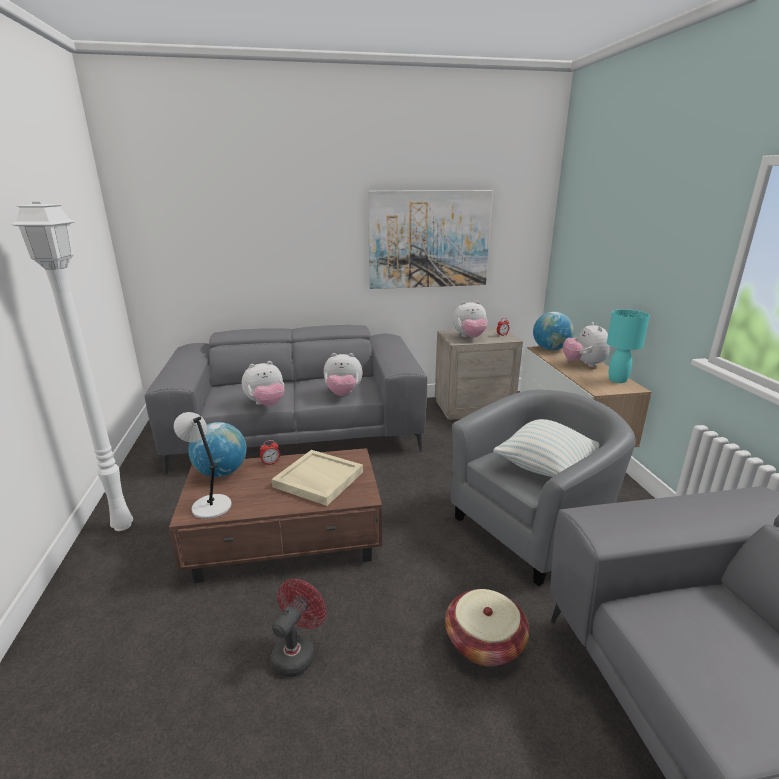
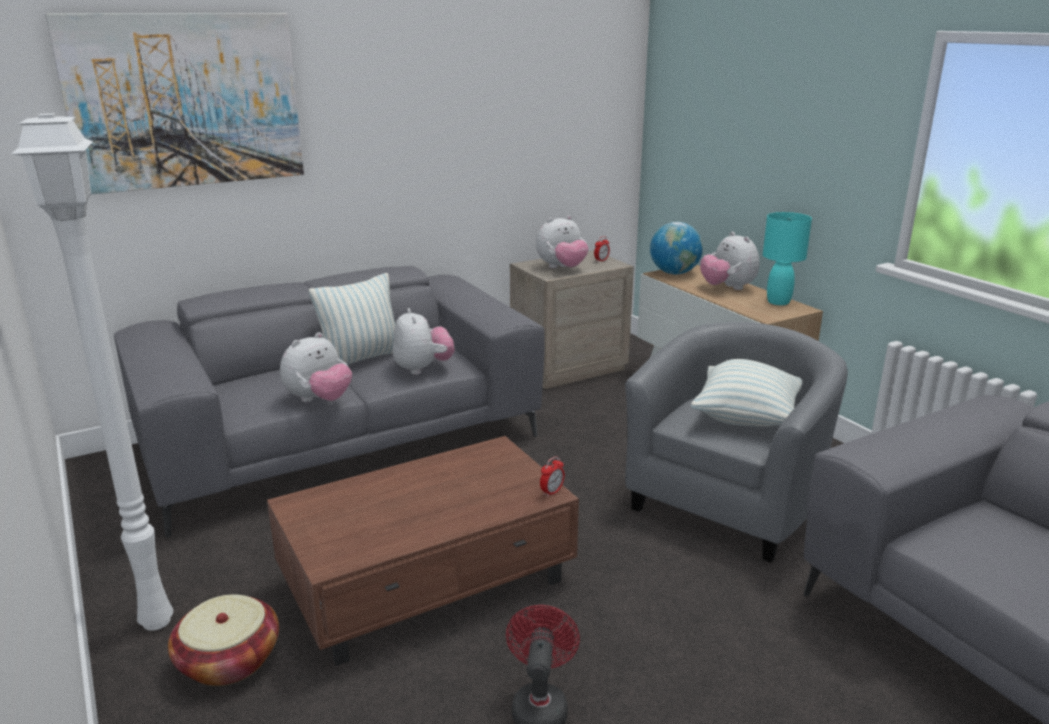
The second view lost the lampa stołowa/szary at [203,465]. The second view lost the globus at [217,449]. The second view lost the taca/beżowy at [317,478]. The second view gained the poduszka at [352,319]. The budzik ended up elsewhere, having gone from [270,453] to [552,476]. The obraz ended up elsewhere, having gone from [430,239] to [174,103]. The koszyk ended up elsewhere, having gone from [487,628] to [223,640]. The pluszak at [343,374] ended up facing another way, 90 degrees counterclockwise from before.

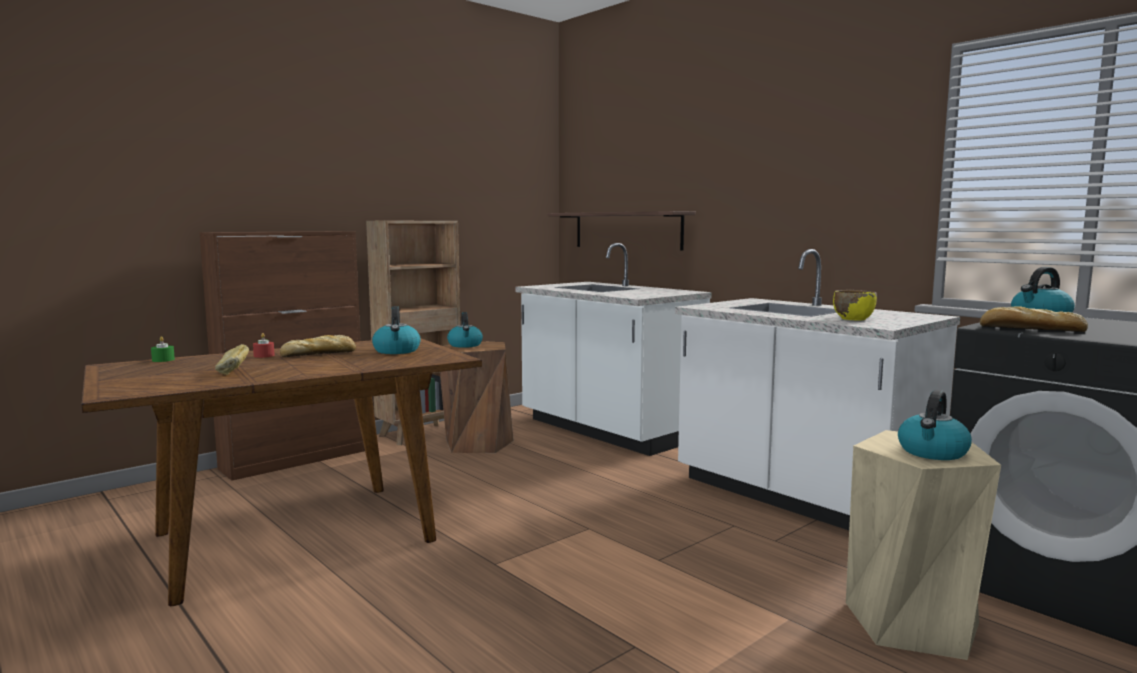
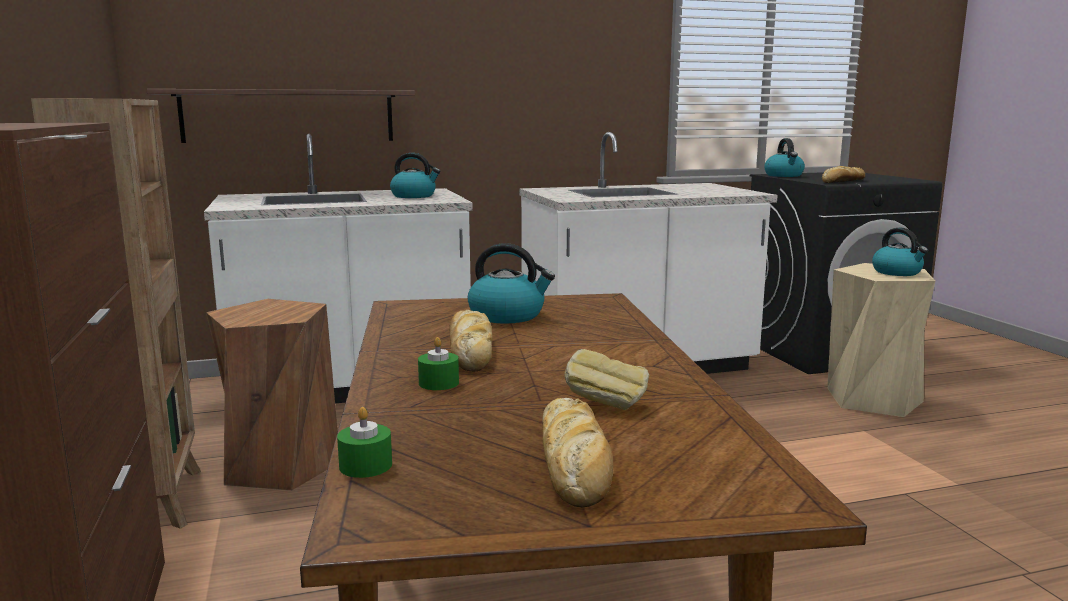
The second view lost the miska/żółty at [855,305]. The second view gained the chleb at [577,452]. The czajnik ended up elsewhere, having gone from [465,330] to [415,175]. What was the świeca/czerwony at [264,345] turned into the świeca/zielony at [438,363].

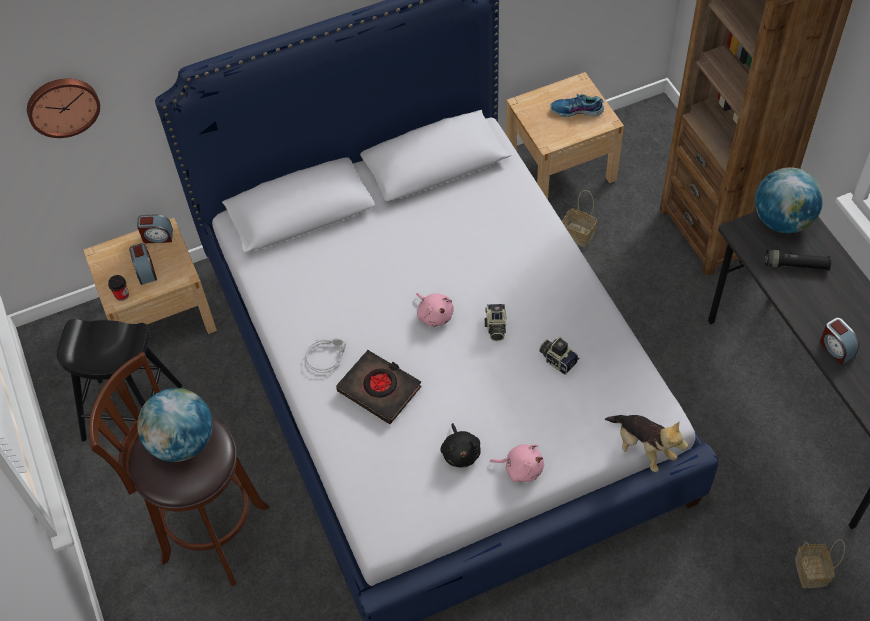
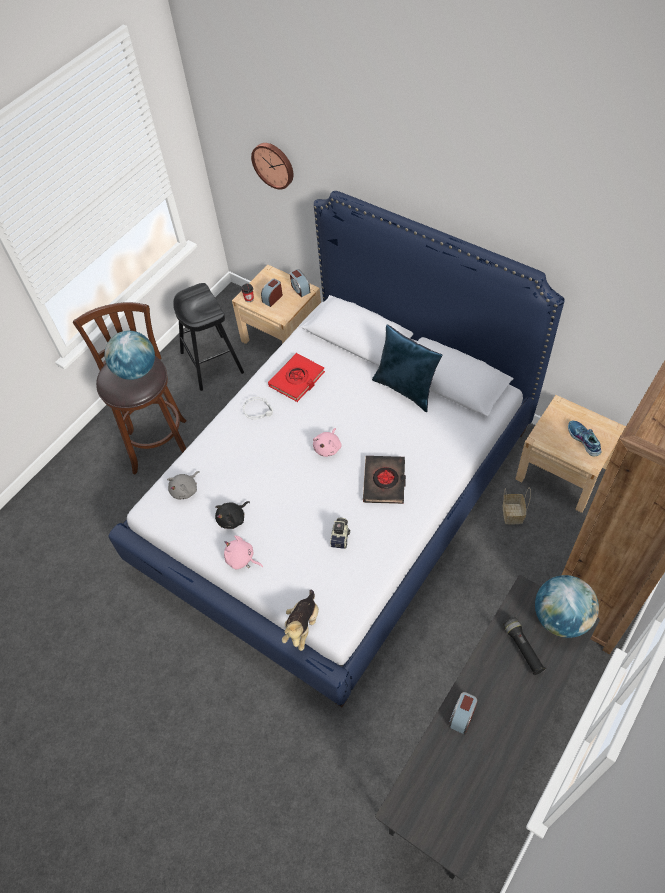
The second view lost the aparat fotograficzny at [496,322]. The second view lost the koszyk at [820,563]. The second view gained the pluszak/szary at [183,485]. The second view gained the książka/czerwony at [296,377]. The second view gained the poduszka/niebieski at [407,368]. The książka/czarny ended up elsewhere, having gone from [379,387] to [384,480]. The pluszak/różowy at [517,463] ended up facing another way, 135 degrees clockwise from before.

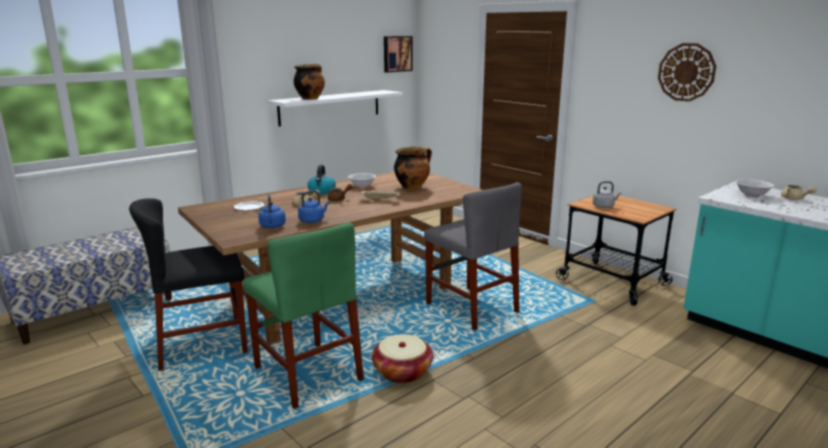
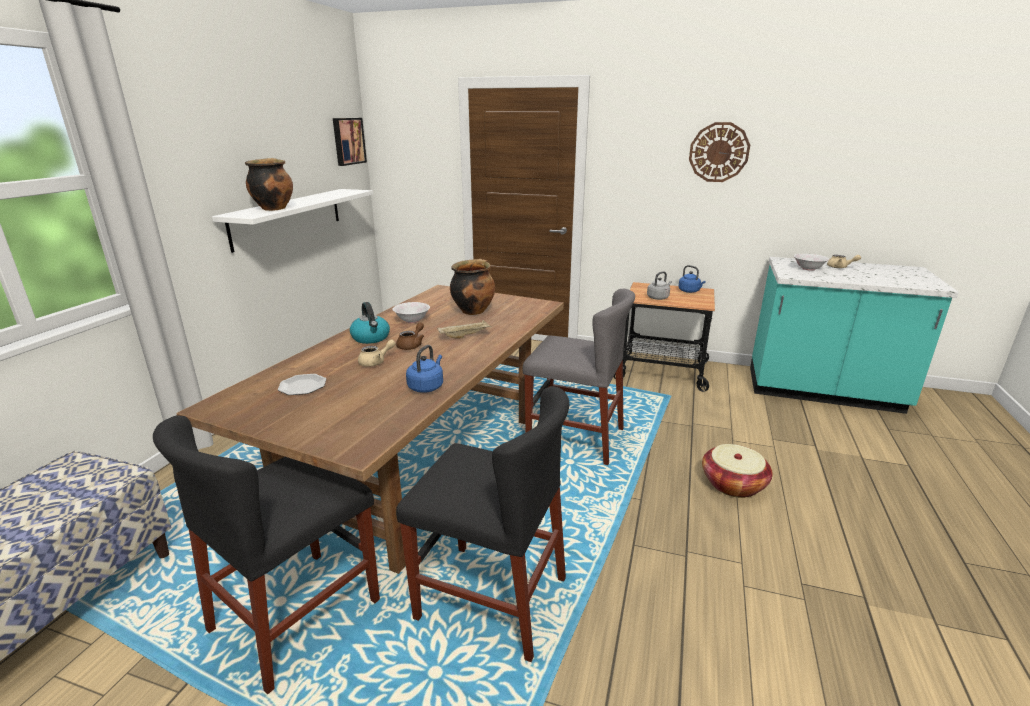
The czajnik/niebieski ended up elsewhere, having gone from [272,211] to [692,279]. The koszyk ended up elsewhere, having gone from [402,358] to [737,471]. What was the krzesło/zielony at [303,315] turned into the krzesło/czarny at [482,524].

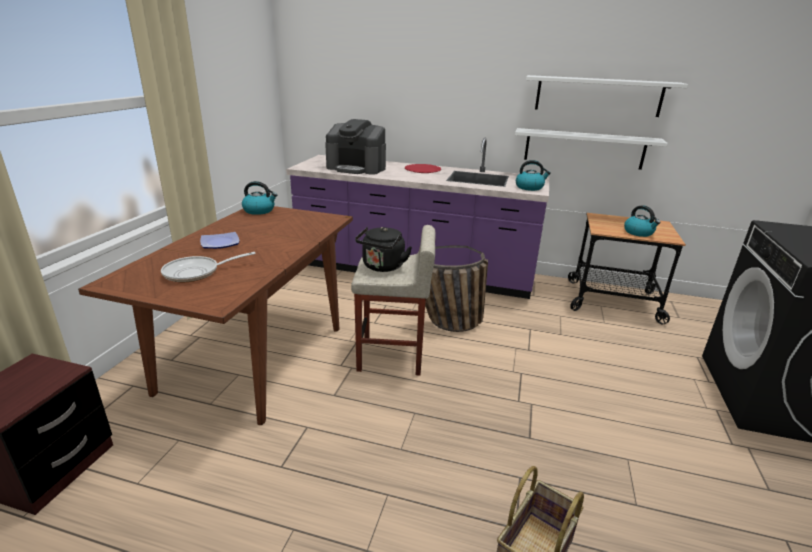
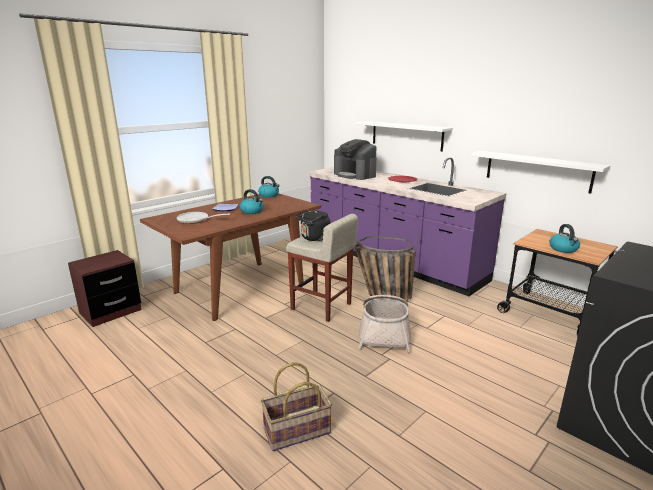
The second view gained the koszyk at [384,324]. The czajnik ended up elsewhere, having gone from [533,175] to [252,201]. The półka/biały ended up elsewhere, having gone from [607,96] to [405,136].

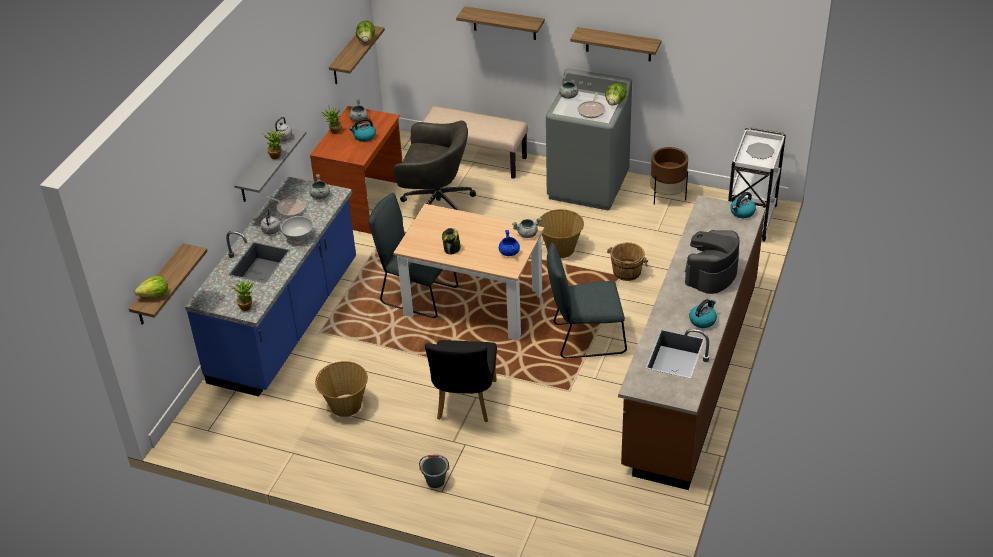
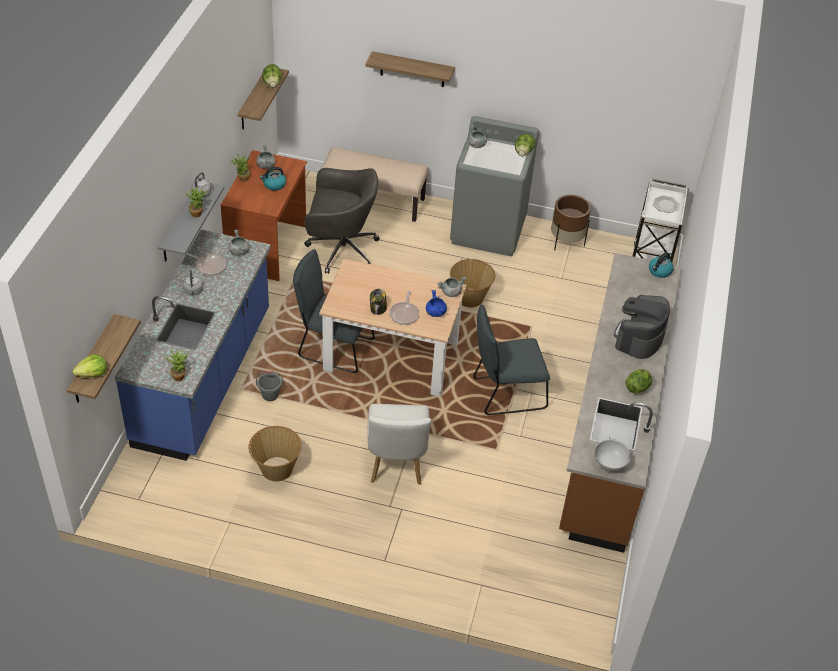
The second view lost the półka at [616,44]. The second view lost the wiadro/brązowy at [627,261]. The miska/biały ended up elsewhere, having gone from [297,229] to [612,455]. The wiadro/szary ended up elsewhere, having gone from [434,471] to [269,386]. The patelnia ended up elsewhere, having gone from [591,105] to [404,308]. Where the czajnik stood at [703,313], the sałata came to stand at [639,381]. What was the krzesło/czarny at [461,381] turned into the krzesło/biały at [399,444].

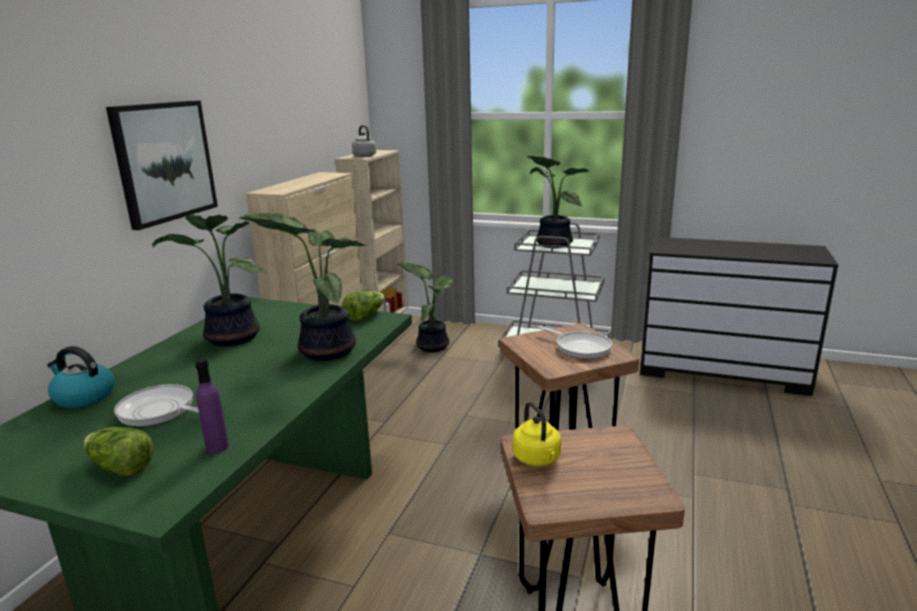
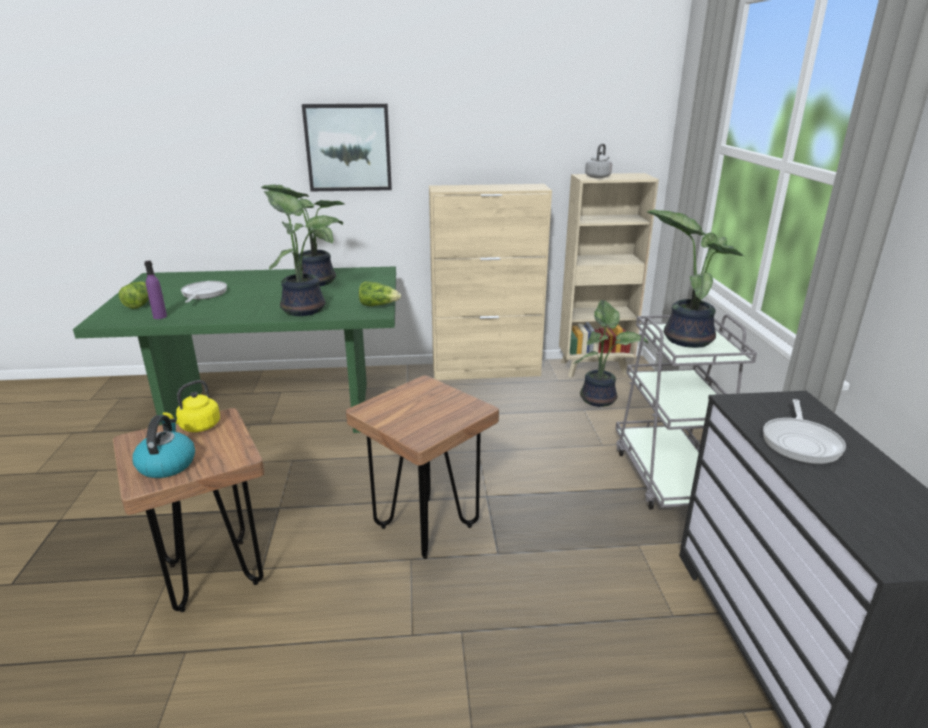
The czajnik ended up elsewhere, having gone from [81,377] to [163,446]. The patelnia ended up elsewhere, having gone from [575,342] to [804,431].

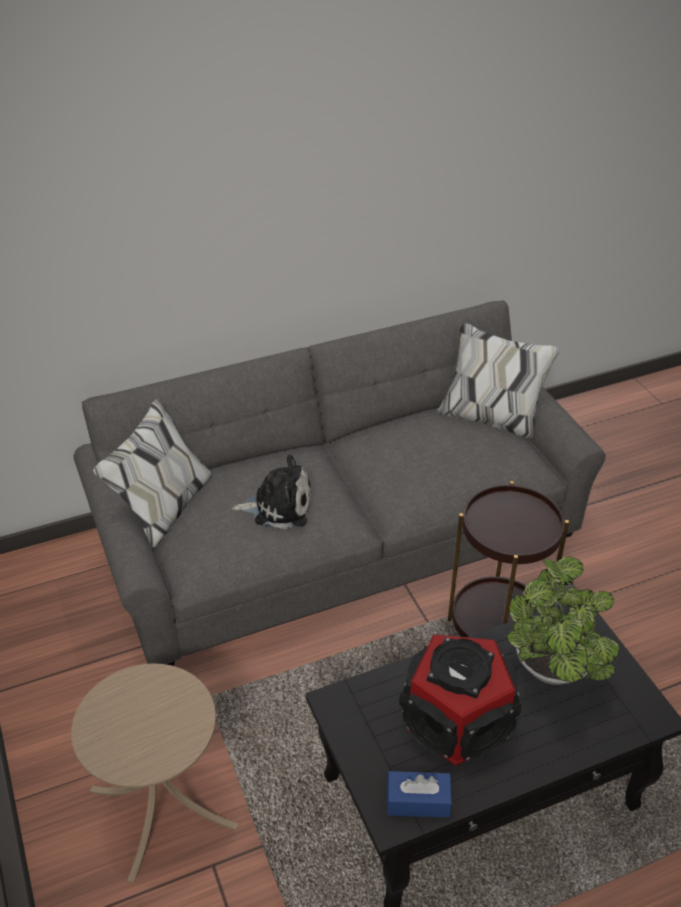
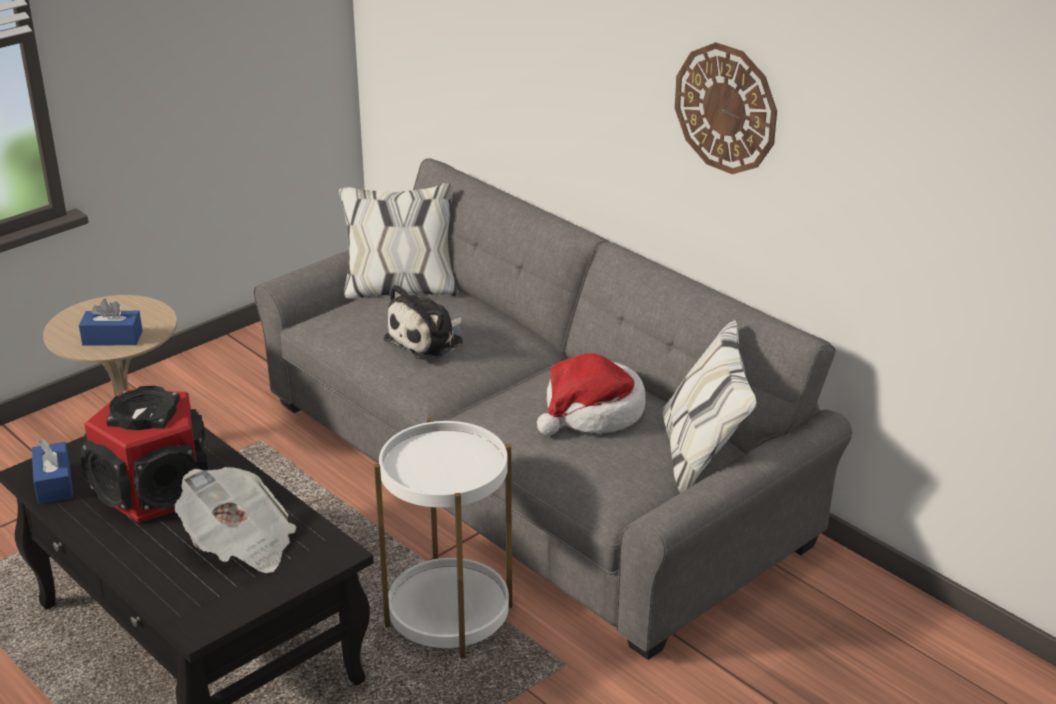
The second view gained the pudełko chusteczek/niebieski at [111,322]. The second view gained the kapelusz at [591,394]. The second view gained the zegar ścienny at [726,108]. Where the roślina doniczkowa stood at [563,620], the gazeta came to stand at [235,520]. What was the stolik/brązowy at [508,559] turned into the stolik/biały at [443,538]. The pluszak at [272,492] ended up facing another way, 60 degrees clockwise from before.

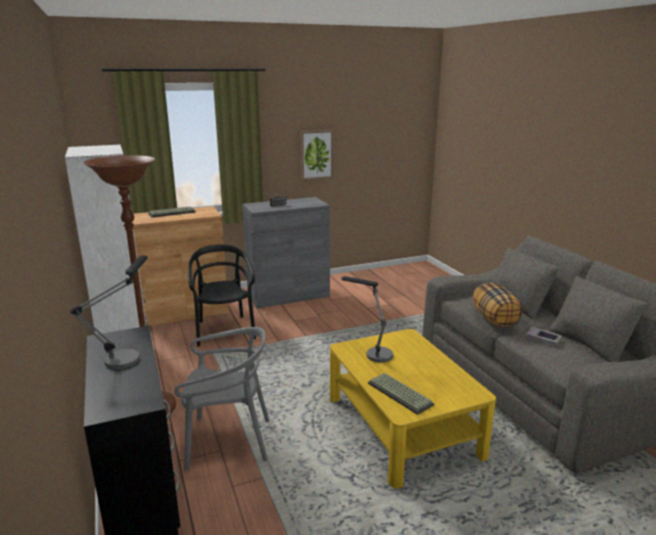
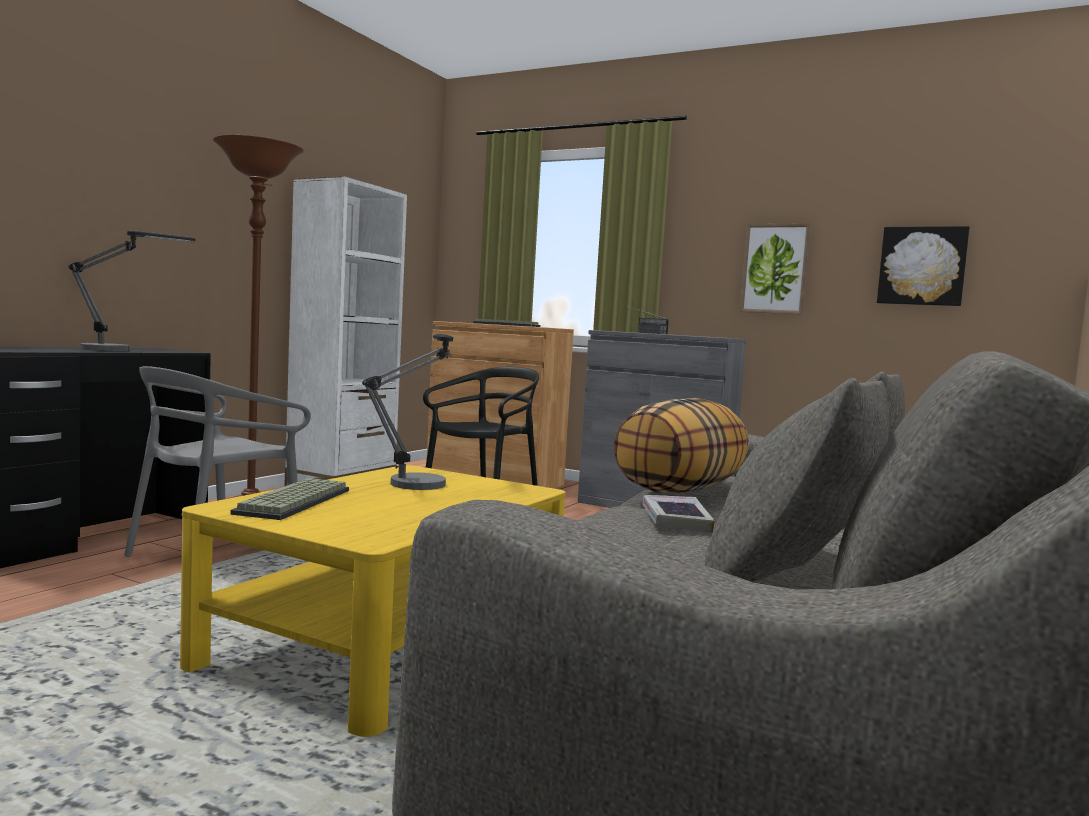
The second view gained the obraz at [923,266]. The krzesło/szary at [222,399] ended up facing another way, 75 degrees clockwise from before.

